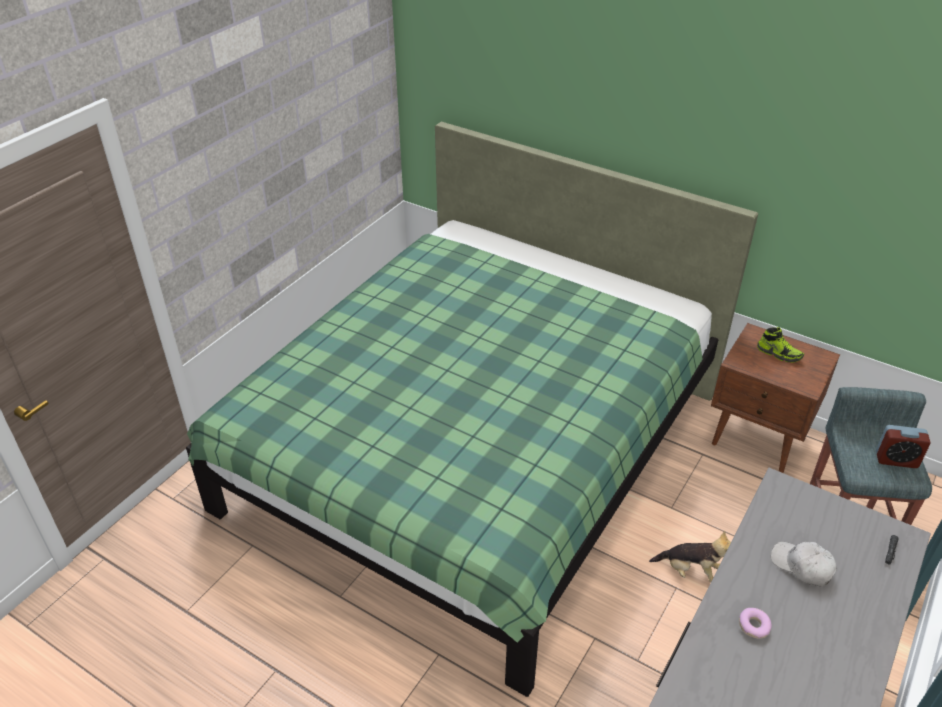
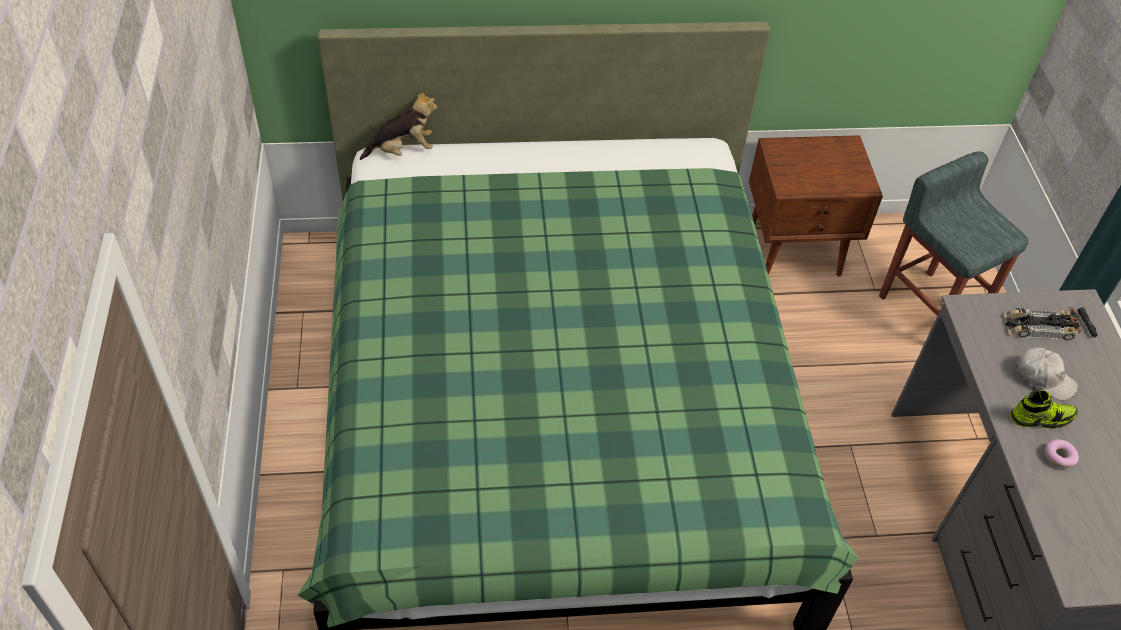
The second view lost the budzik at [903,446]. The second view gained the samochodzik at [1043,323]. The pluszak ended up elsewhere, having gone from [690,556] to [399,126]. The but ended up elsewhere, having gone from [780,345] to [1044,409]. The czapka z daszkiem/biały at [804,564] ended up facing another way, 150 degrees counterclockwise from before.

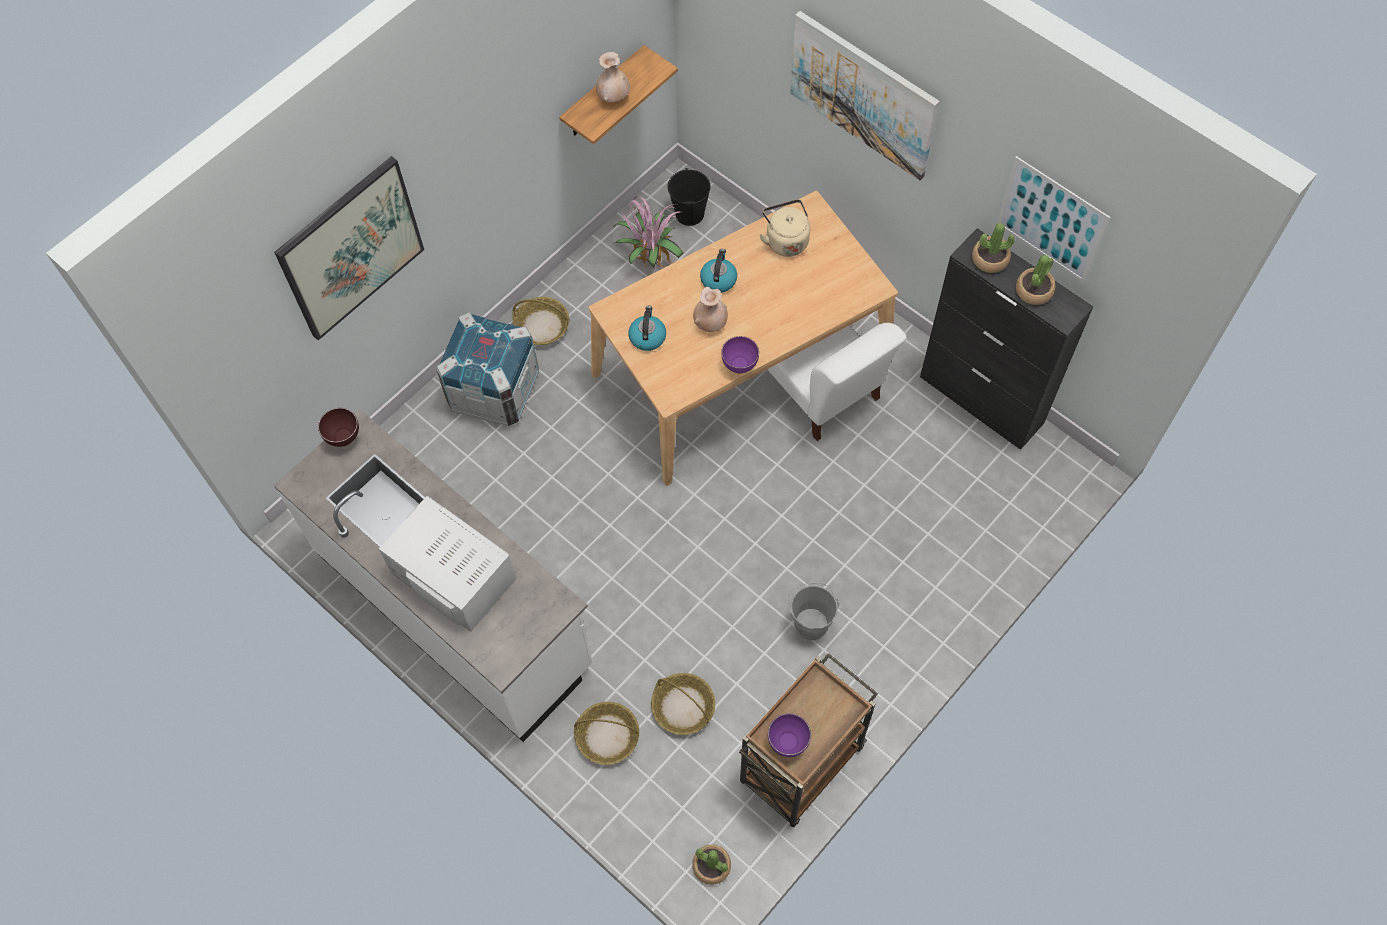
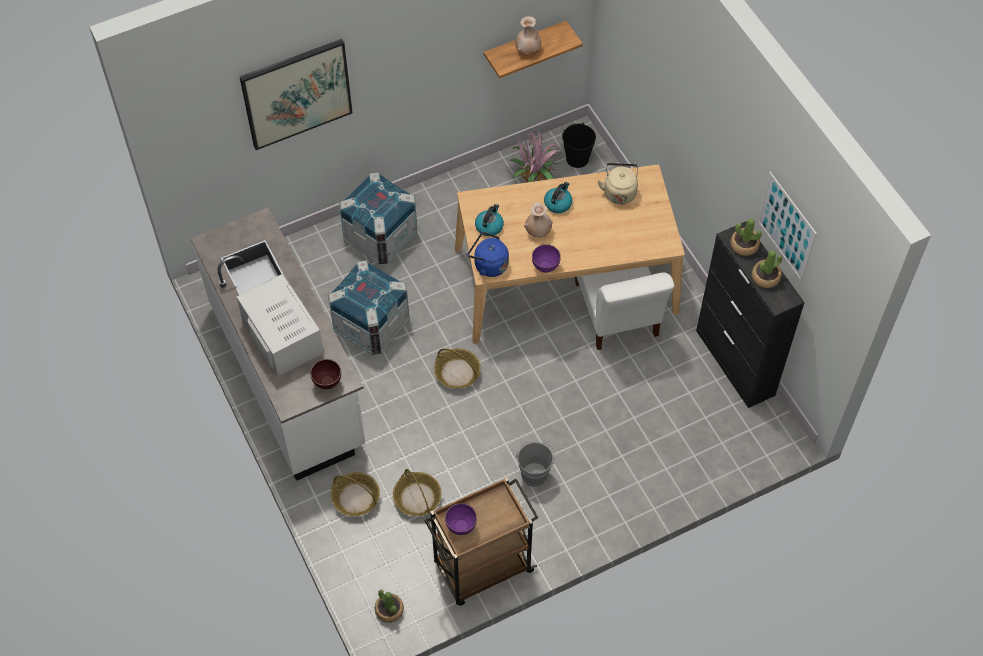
The second view lost the obraz at [865,95]. The second view gained the skrzynka at [369,307]. The second view gained the czajnik/niebieski at [488,254]. The miska/brązowy ended up elsewhere, having gone from [338,427] to [325,374]. The koszyk ended up elsewhere, having gone from [540,321] to [457,368].

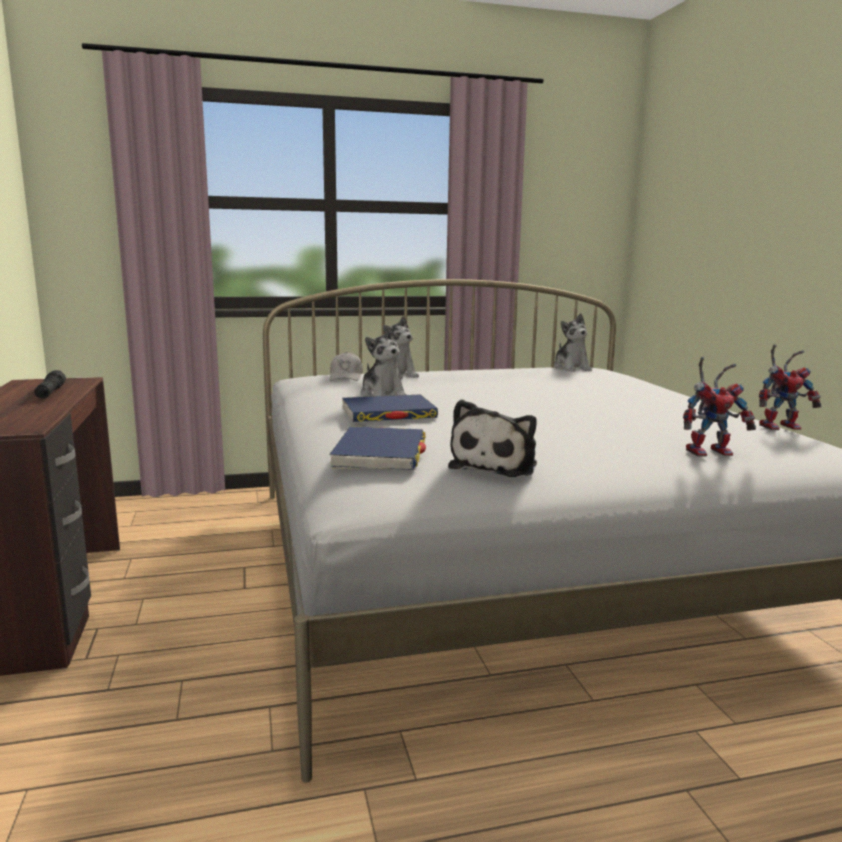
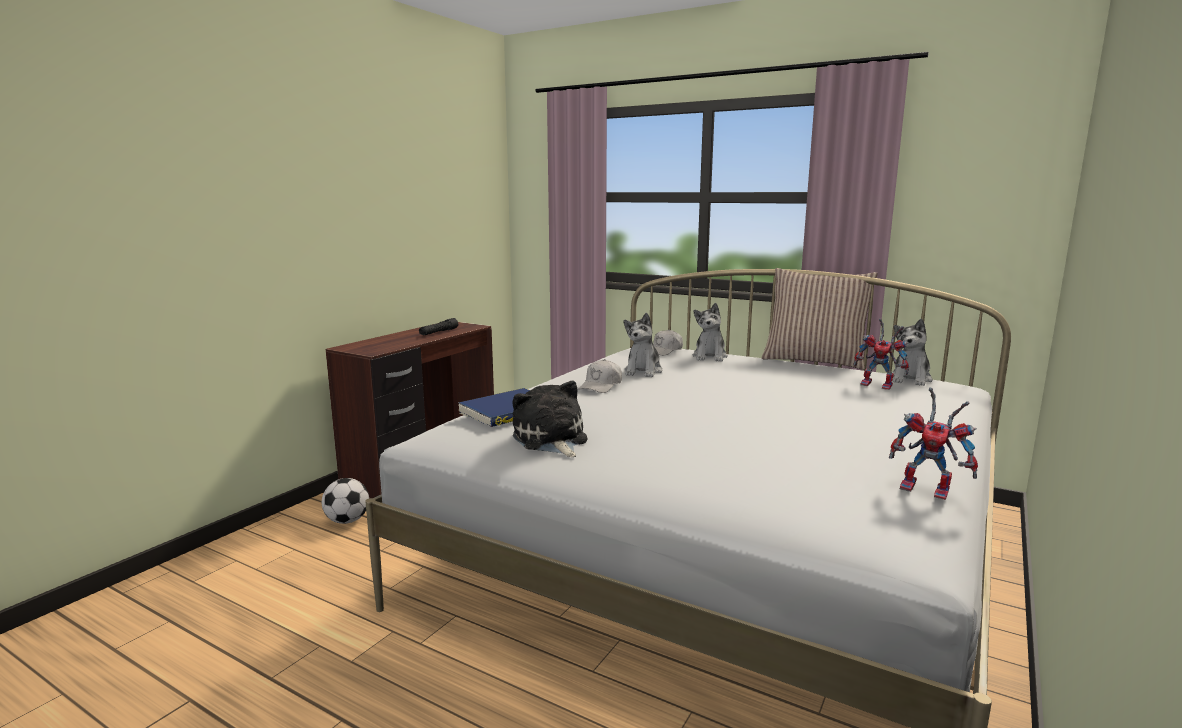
The second view gained the piłka futbolowa at [345,501]. The second view gained the poduszka at [820,319]. The robot zabawkowy ended up elsewhere, having gone from [719,407] to [881,354]. Where the książka/niebieski stood at [390,408], the czapka z daszkiem/biały came to stand at [600,376]. The pluszak at [492,438] ended up facing another way, 90 degrees clockwise from before.

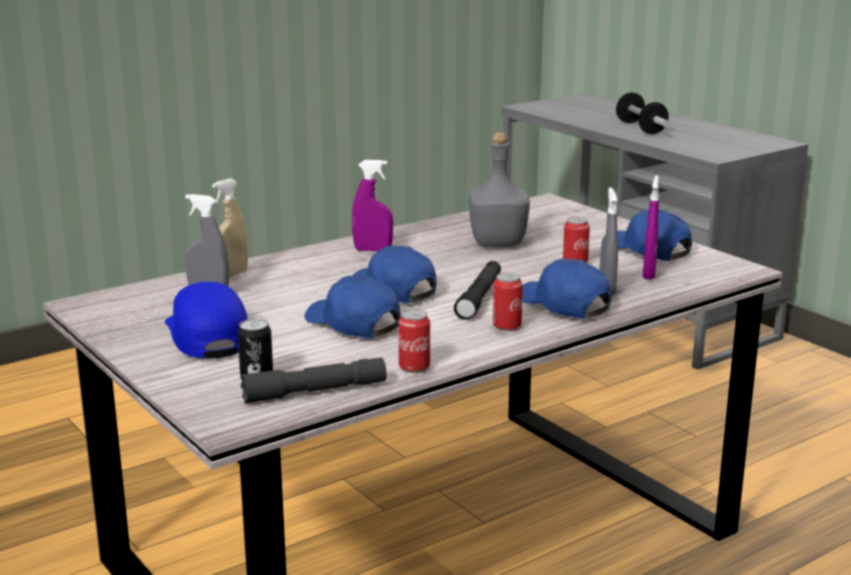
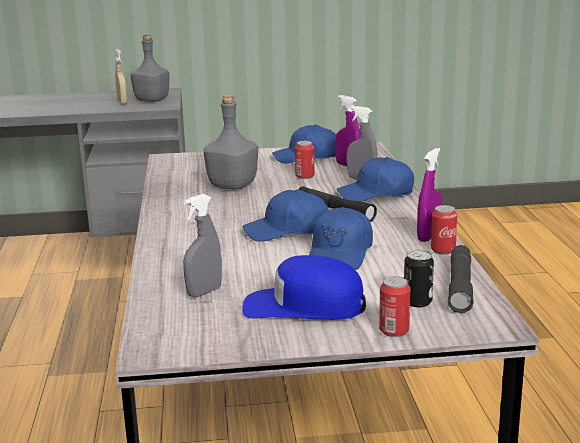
The second view lost the hantel at [642,113]. The second view gained the butelka/szary at [150,68]. The spryskiwacz/beżowy ended up elsewhere, having gone from [230,227] to [121,76]. The spryskiwacz/fioletowy ended up elsewhere, having gone from [372,205] to [429,195]. The puszka ended up elsewhere, having gone from [508,302] to [394,306]. The czapka z daszkiem/niebieski at [352,307] ended up facing another way, 60 degrees counterclockwise from before.

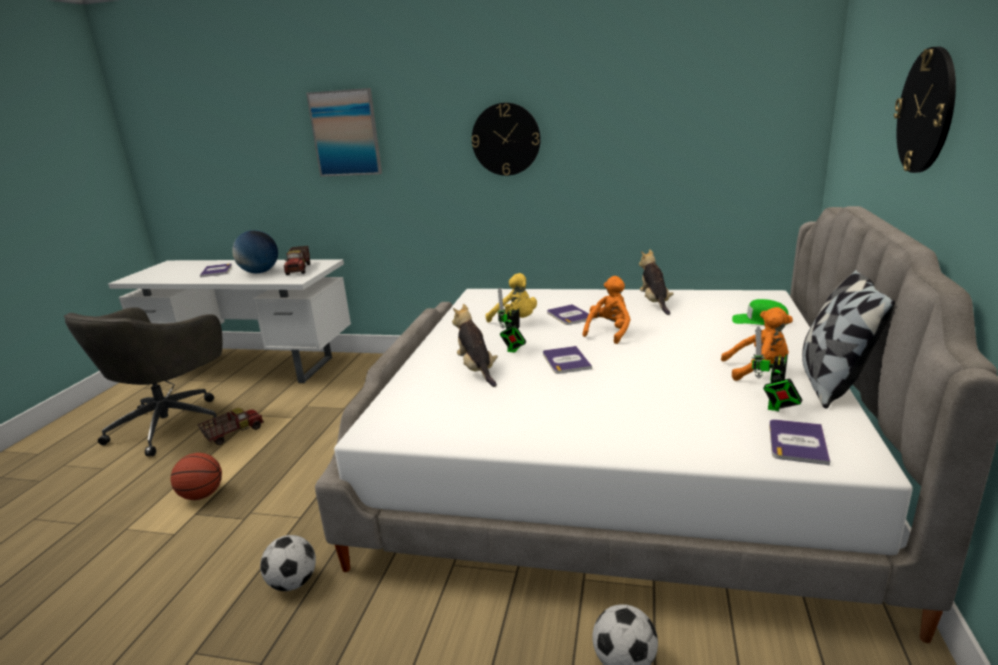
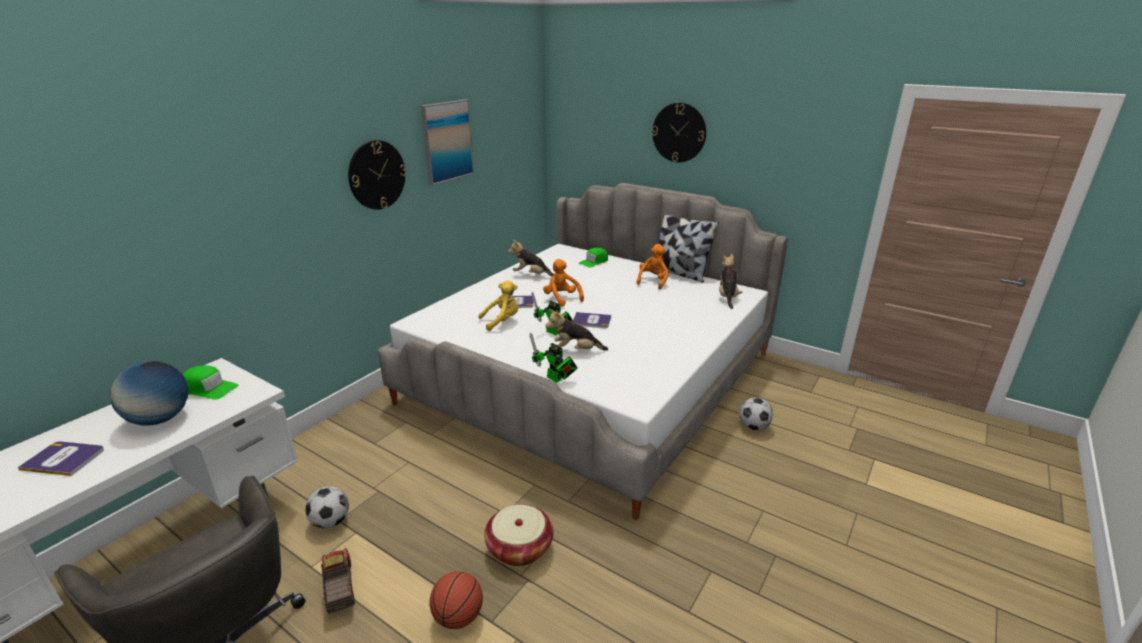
The second view gained the koszyk at [518,535]. The piłka futbolowa ended up elsewhere, having gone from [288,563] to [327,507]. The obraz ended up elsewhere, having gone from [344,132] to [447,142]. The robot zabawkowy ended up elsewhere, having gone from [777,368] to [554,358]. Where the ciężarówka zabawkowa stood at [297,260], the czapka z daszkiem/zielony came to stand at [210,382]. Where the książka stood at [799,442], the pluszak came to stand at [730,281].

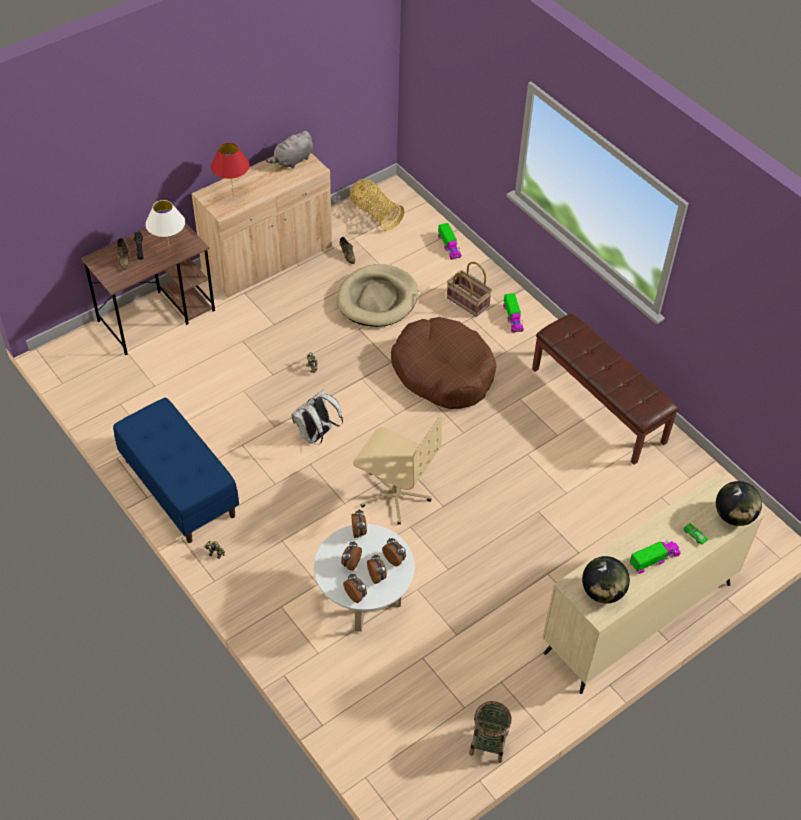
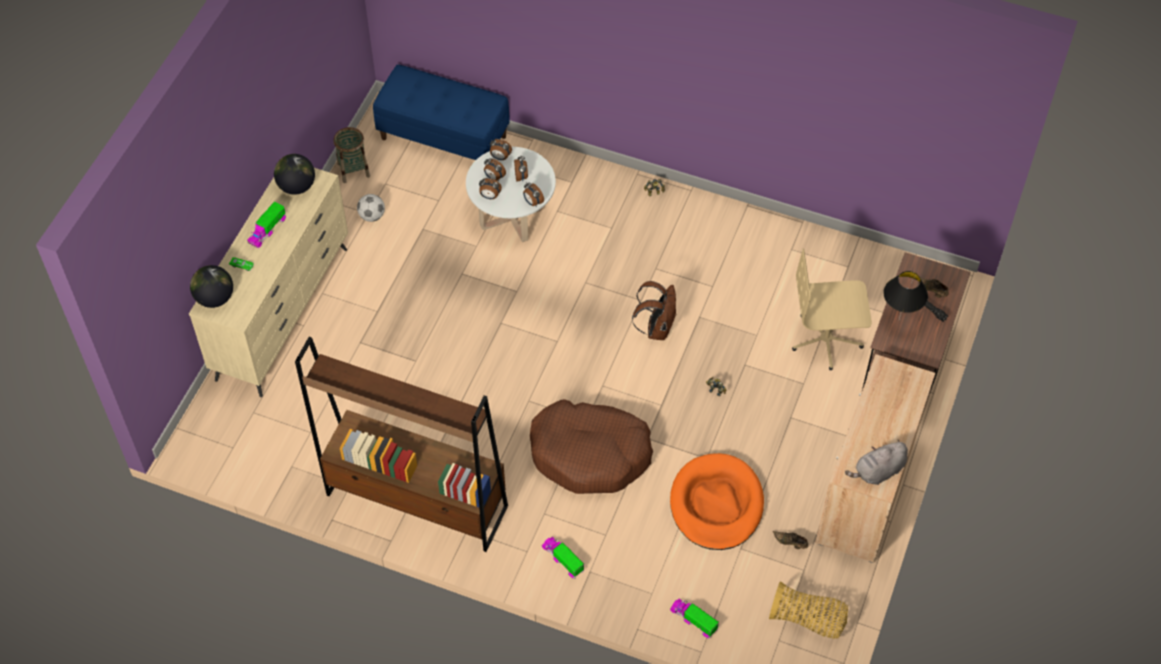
The second view lost the lampa stołowa/czerwony at [230,170]. The second view lost the koszyk at [469,289]. The second view gained the piłka futbolowa at [371,208]. The ławka/niebieski ended up elsewhere, having gone from [176,470] to [441,112]. The krzesło biurowe/beżowy ended up elsewhere, having gone from [397,470] to [832,309]. Where the ławka/brązowy stood at [605,389], the regał/brązowy came to stand at [401,444]. What was the lampa stołowa/biały at [165,225] turned into the lampa stołowa/czarny at [905,295]. What was the plecak/biały at [317,417] turned into the plecak/brązowy at [654,310]. What was the legowisko/beżowy at [377,295] turned into the legowisko/pomarańczowy at [717,501]. The pluszak/szary at [289,150] ended up facing another way, 135 degrees counterclockwise from before.

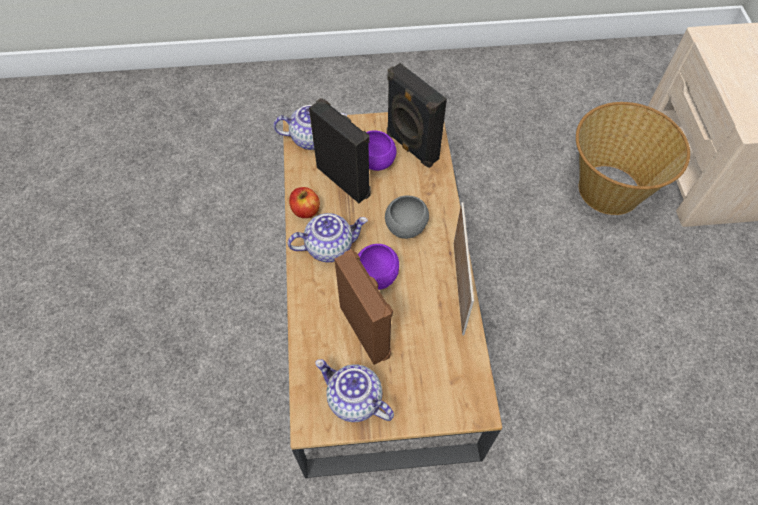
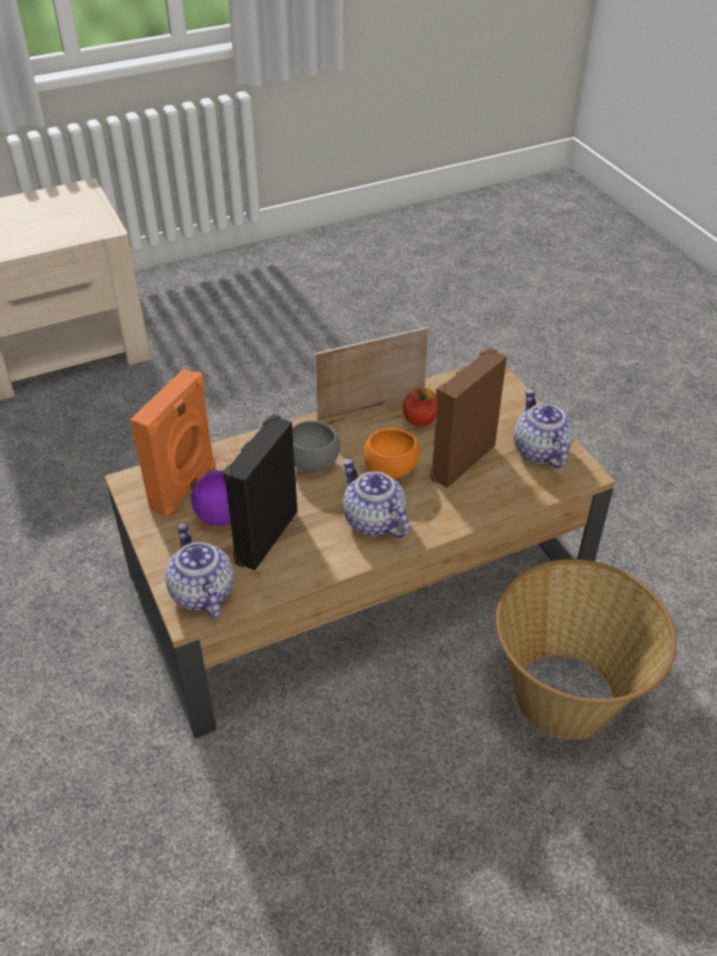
The jabłko ended up elsewhere, having gone from [304,202] to [420,407]. The koszyk ended up elsewhere, having gone from [633,158] to [586,649]. What was the miska/fioletowy at [378,267] turned into the miska/pomarańczowy at [392,453]. What was the głośnik/czarny at [417,115] turned into the głośnik/pomarańczowy at [172,443]. The imbryk at [354,390] ended up facing another way, 150 degrees clockwise from before.

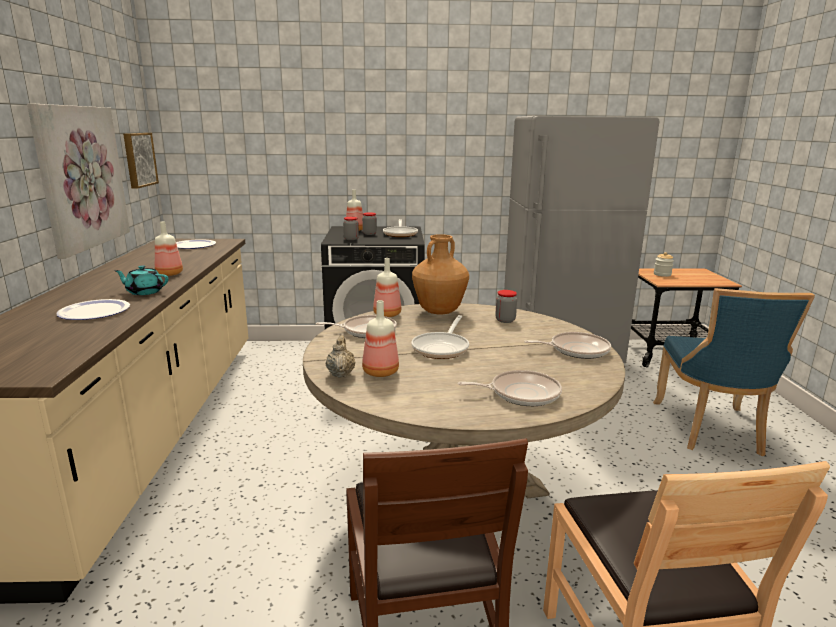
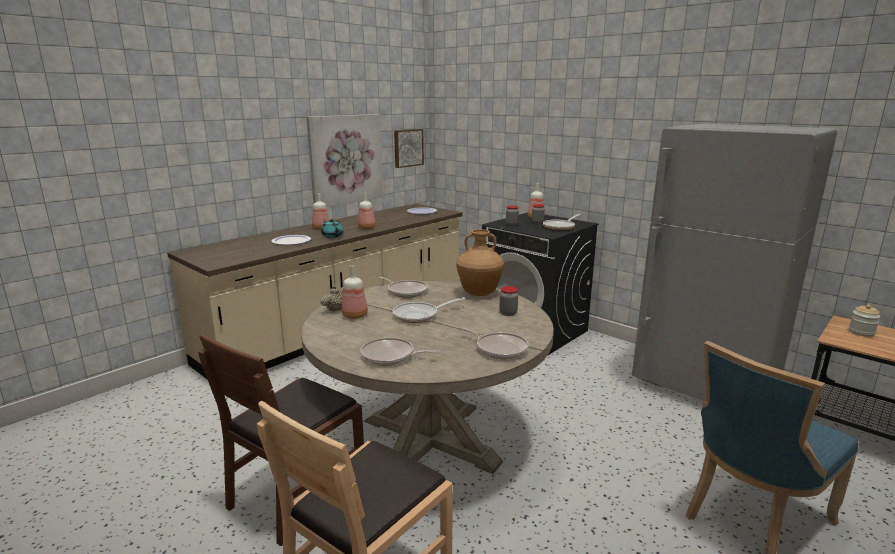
The butelka ended up elsewhere, having gone from [387,287] to [320,211]. The patelnia at [510,388] ended up facing another way, 150 degrees clockwise from before.

